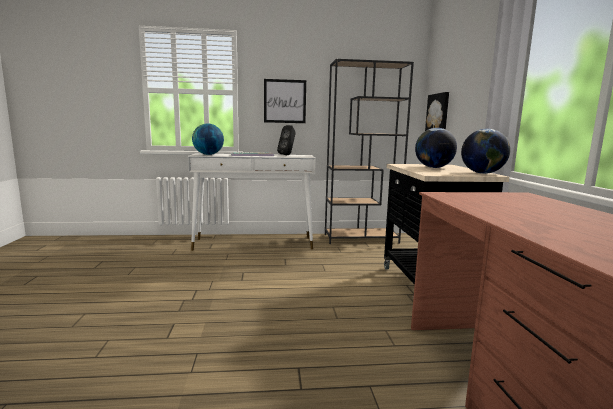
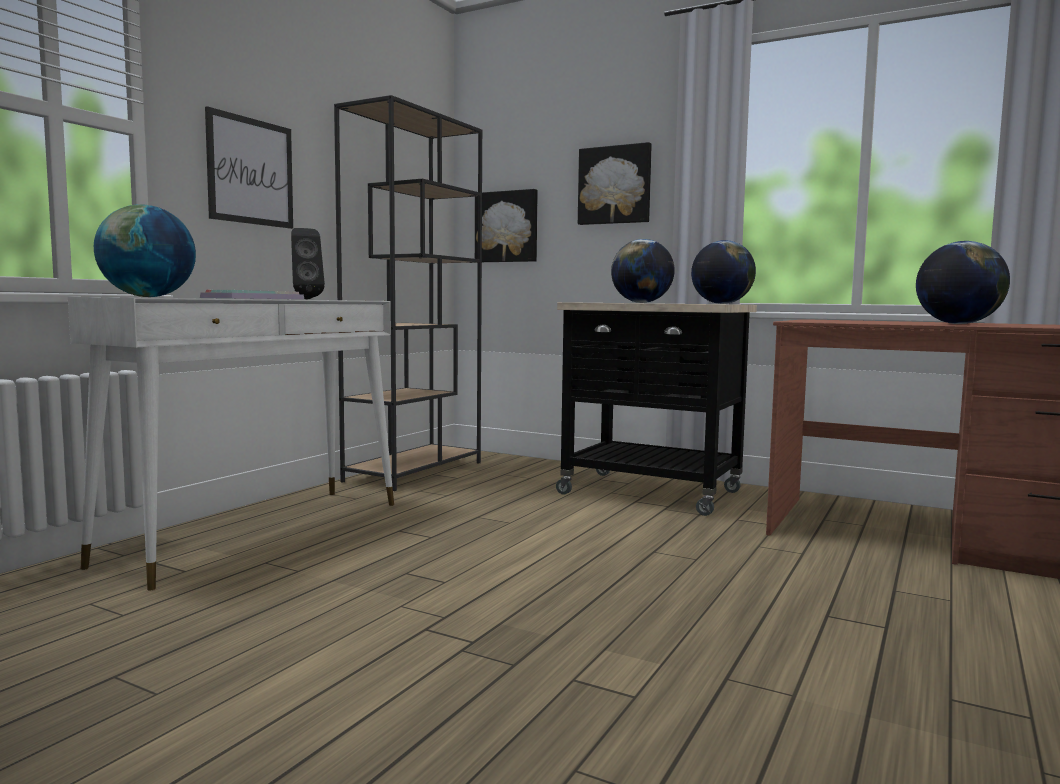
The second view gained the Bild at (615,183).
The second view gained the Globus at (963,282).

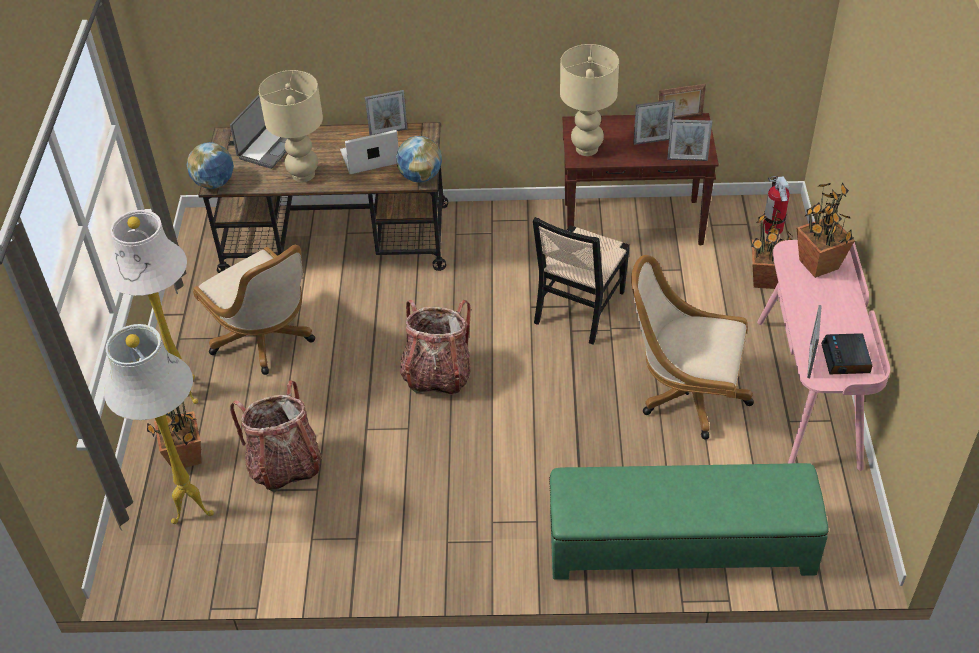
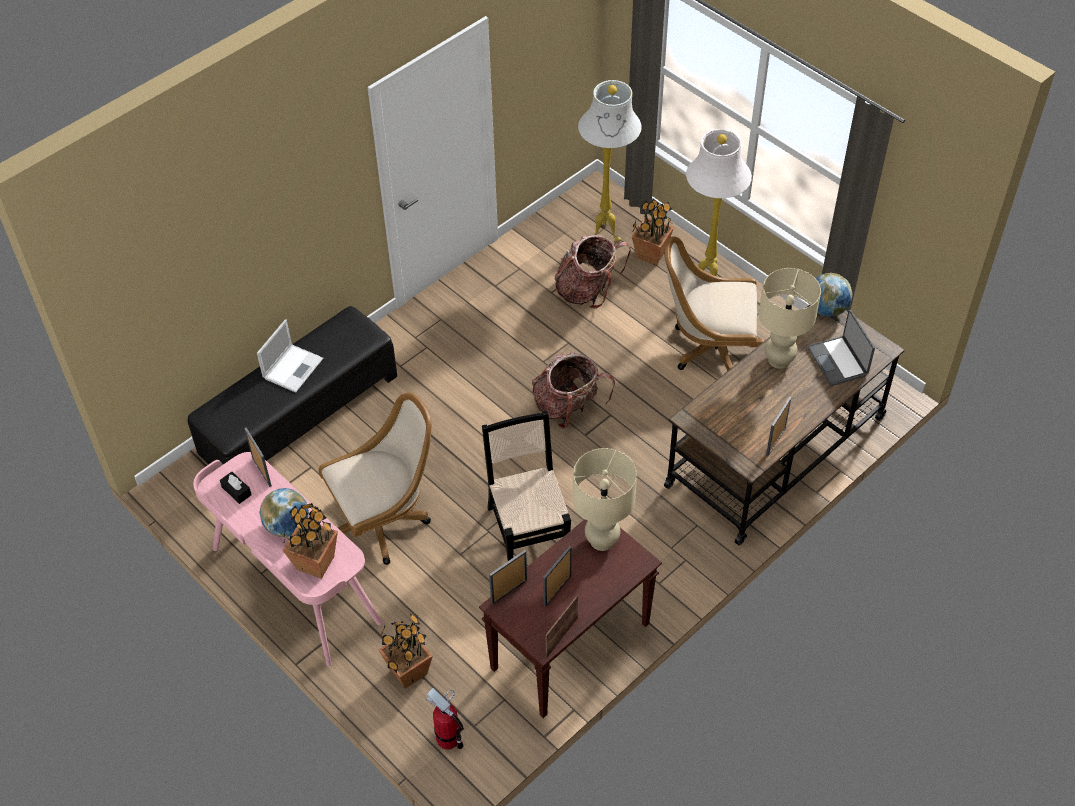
The Laptop ended up elsewhere, having gone from (369,152) to (290,356).
The Globus ended up elsewhere, having gone from (419,159) to (284,512).
Where the Wecker stood at (846,353), the Taschentuchbox [schwarz] came to stand at (236,488).
What was the Bank [grün] at (689,521) turned into the Bank [schwarz] at (292,385).

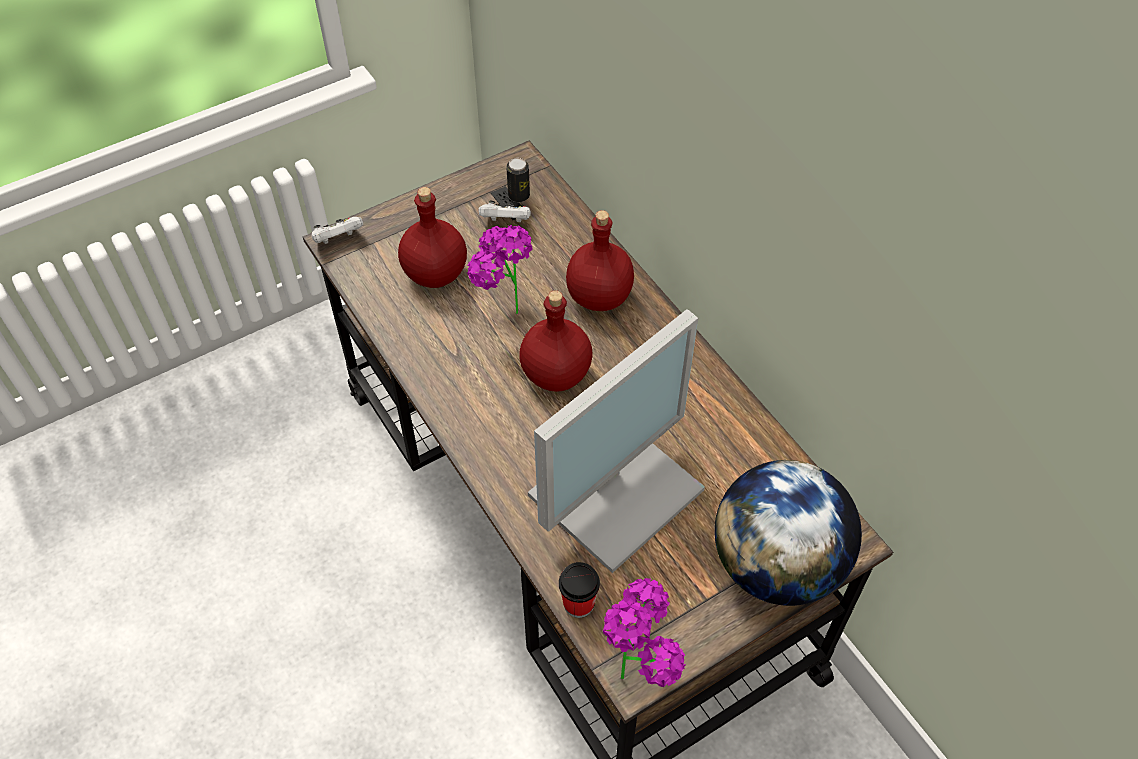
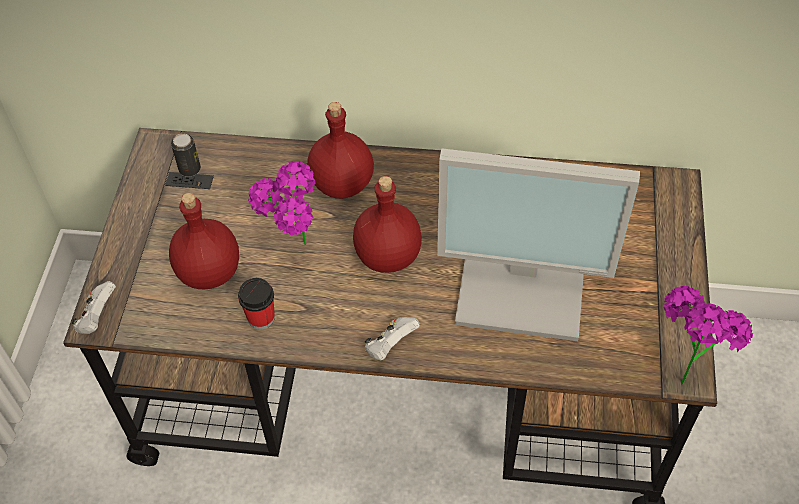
The second view lost the Globus at (788,533).
The Gamepad [weiß] ended up elsewhere, having gone from (504,211) to (392,338).
The Tasse ended up elsewhere, having gone from (579,590) to (256,303).
The Monitor at (616,441) ended up facing another way, 105 degrees clockwise from before.

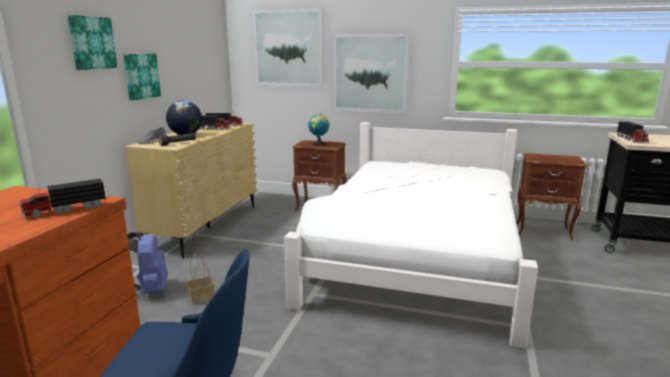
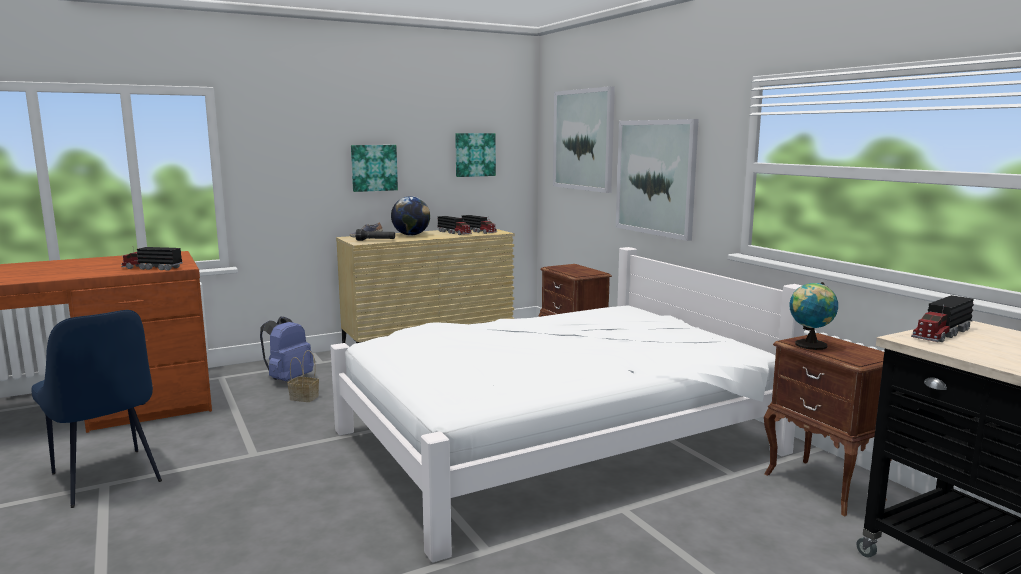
The Bild ended up elsewhere, having gone from (92,42) to (475,155).
The Globus ended up elsewhere, having gone from (318,130) to (813,316).

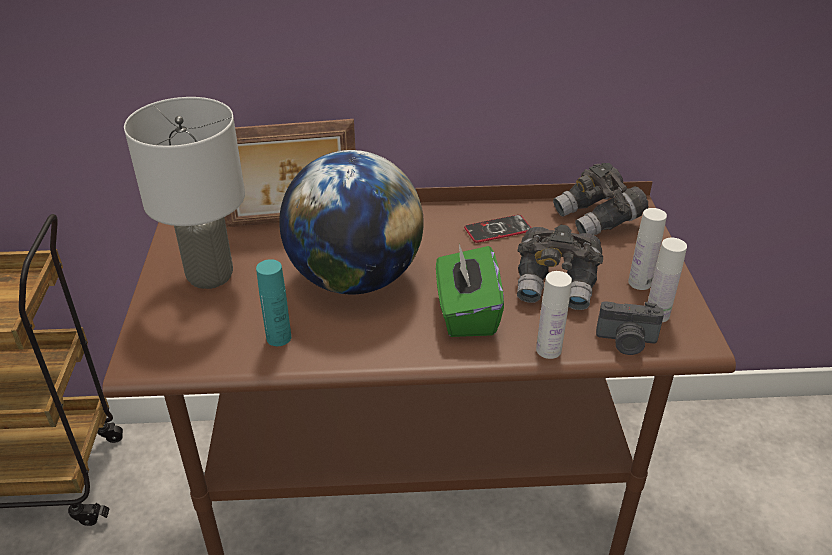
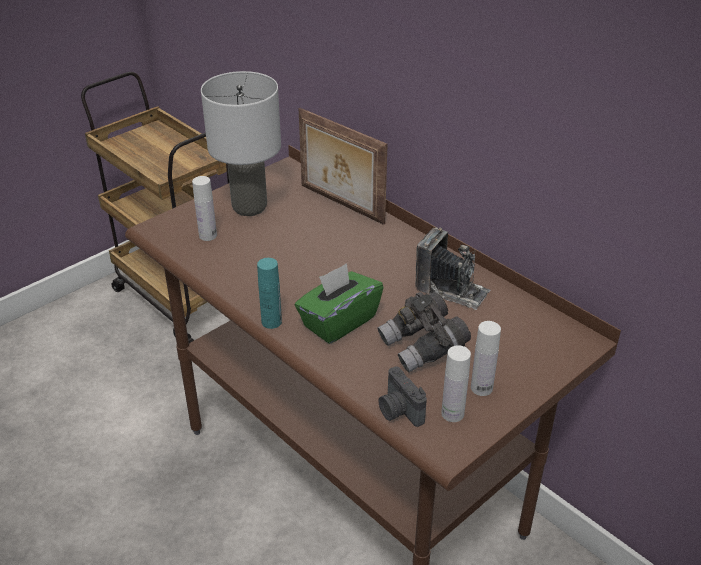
The second view lost the Globus at (351,222).
The second view lost the Fernglas [grau] at (600,199).
The Flasche [türkis] ended up elsewhere, having gone from (273,302) to (269,293).
The Flasche [weiß] ended up elsewhere, having gone from (554,315) to (204,208).
Where the Handy stood at (497,229), the Kamera came to stand at (453,268).

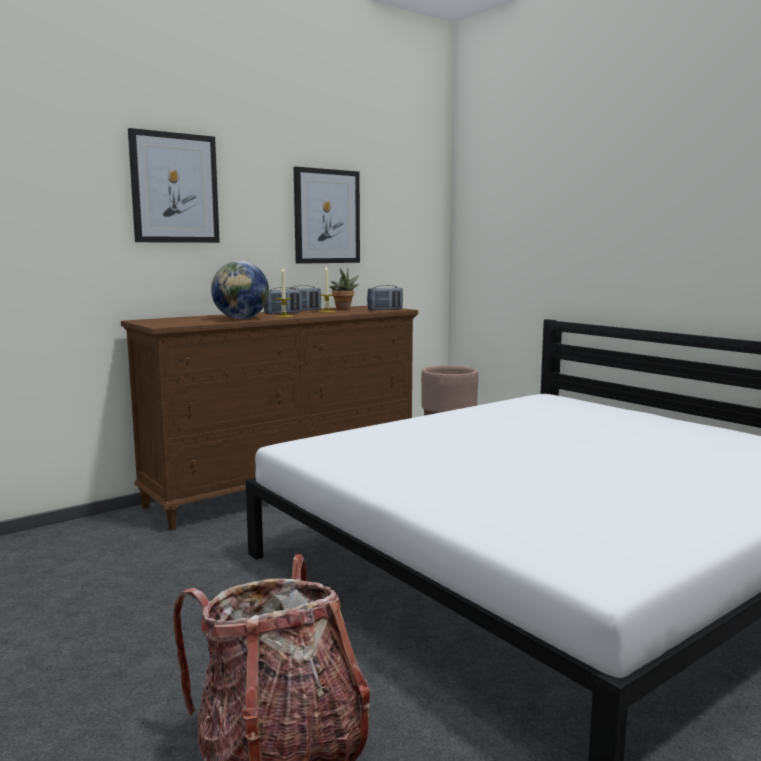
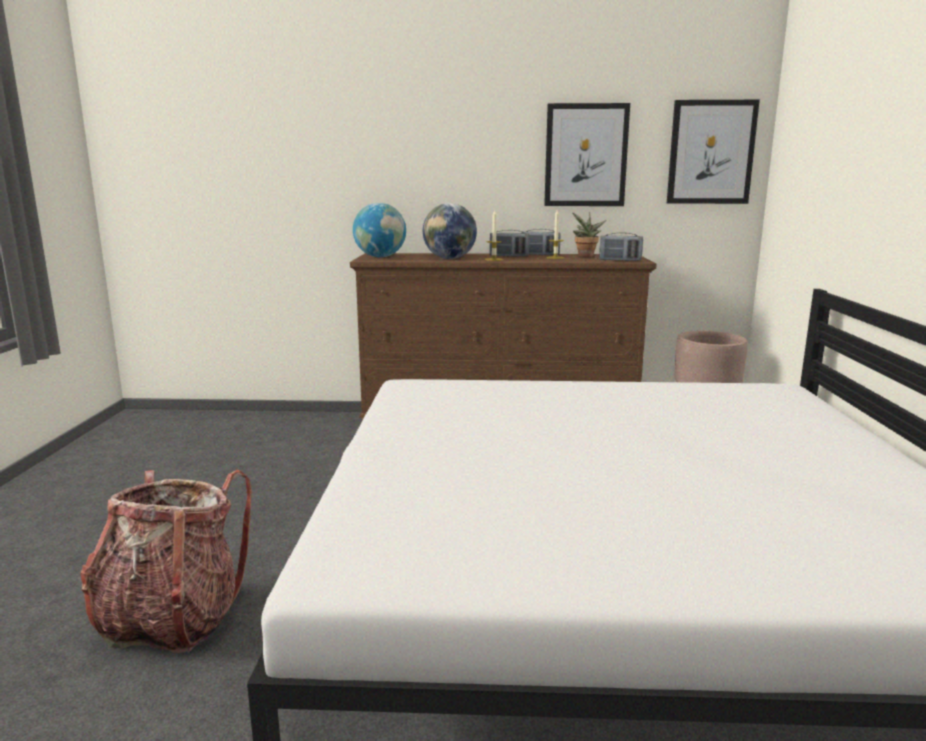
The second view gained the Globus at (379,230).
The Bild ended up elsewhere, having gone from (174,185) to (713,152).

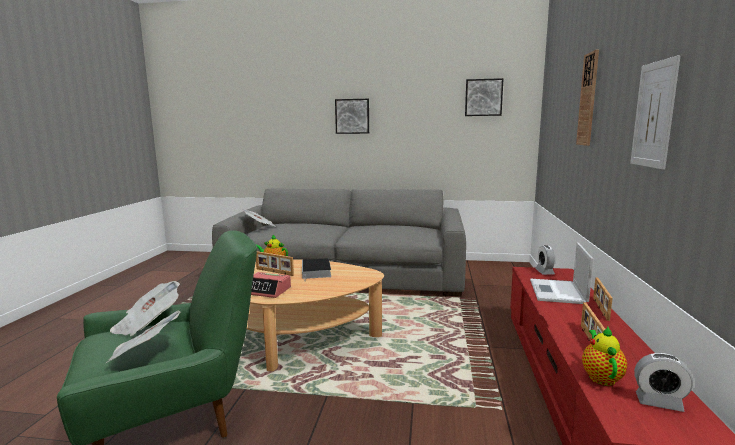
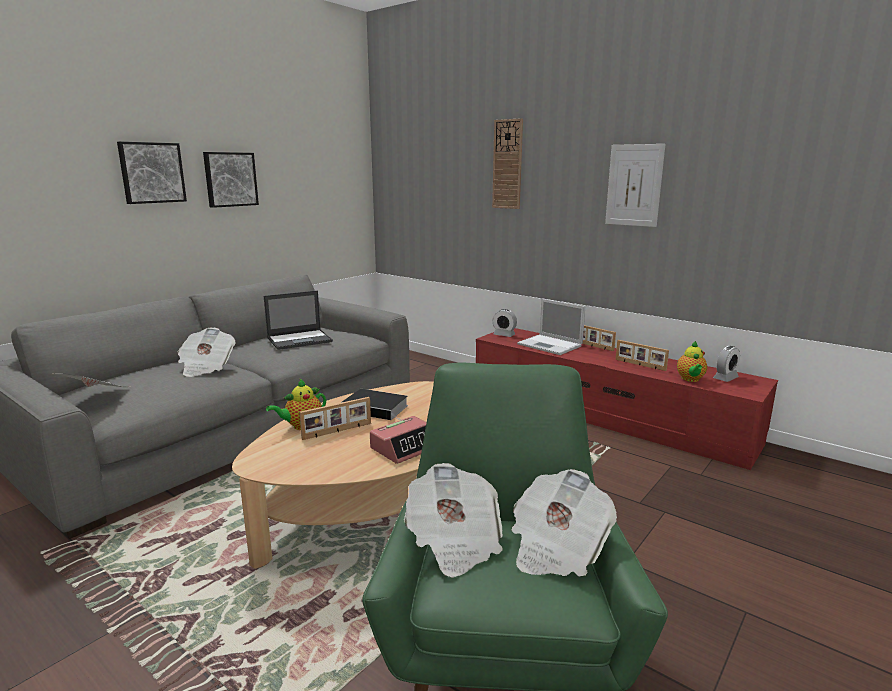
The second view gained the Zeitung at (206,352).
The second view gained the Laptop at (298,320).
The Bild ended up elsewhere, having gone from (484,97) to (231,180).
The Teekanne at (604,356) ended up facing another way, 120 degrees counterclockwise from before.

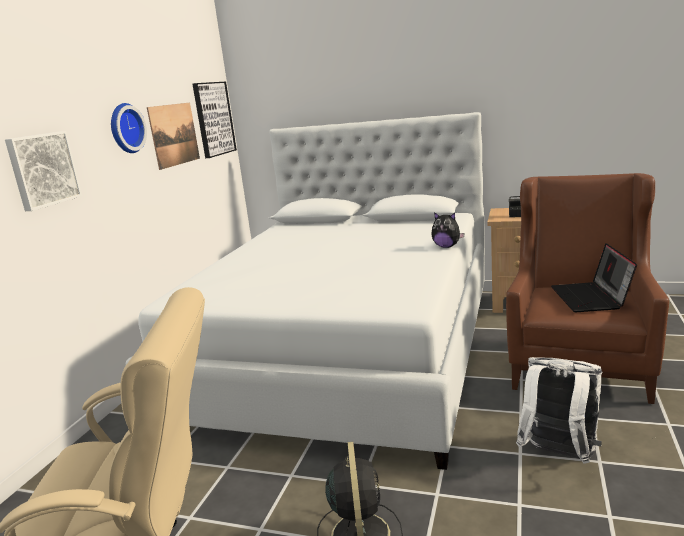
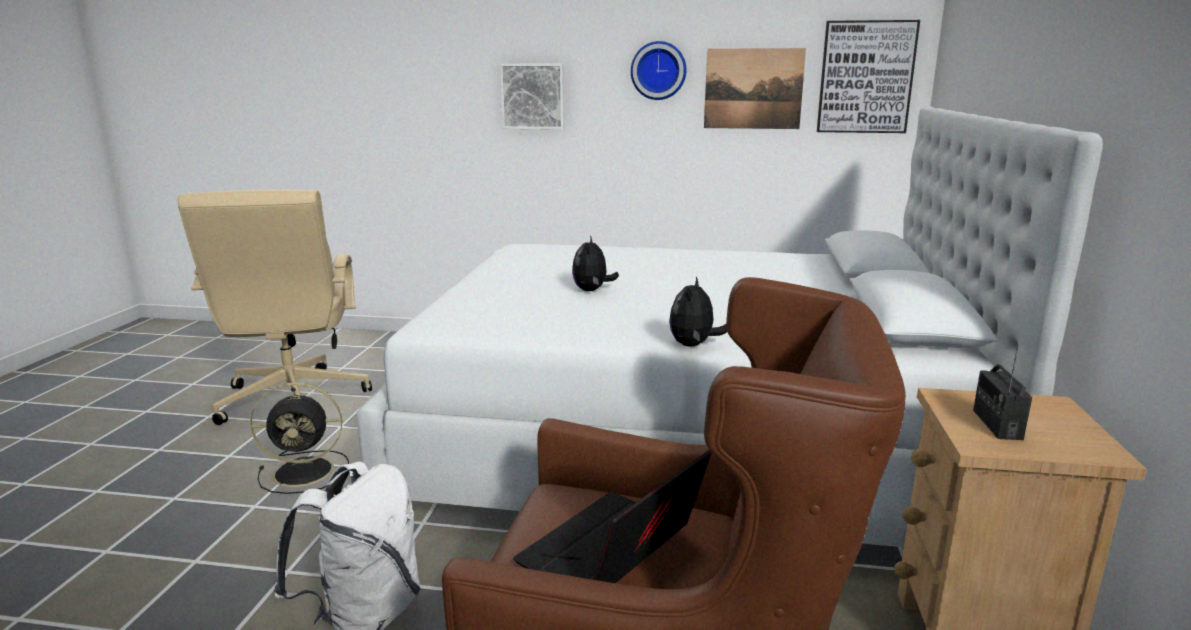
The second view gained the Plüschtier at (595,263).
The Laptop at (594,277) ended up facing another way, 45 degrees counterclockwise from before.

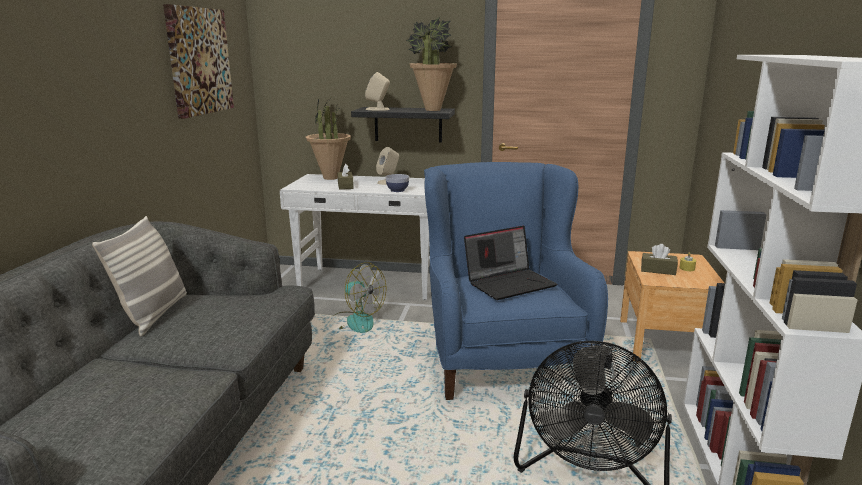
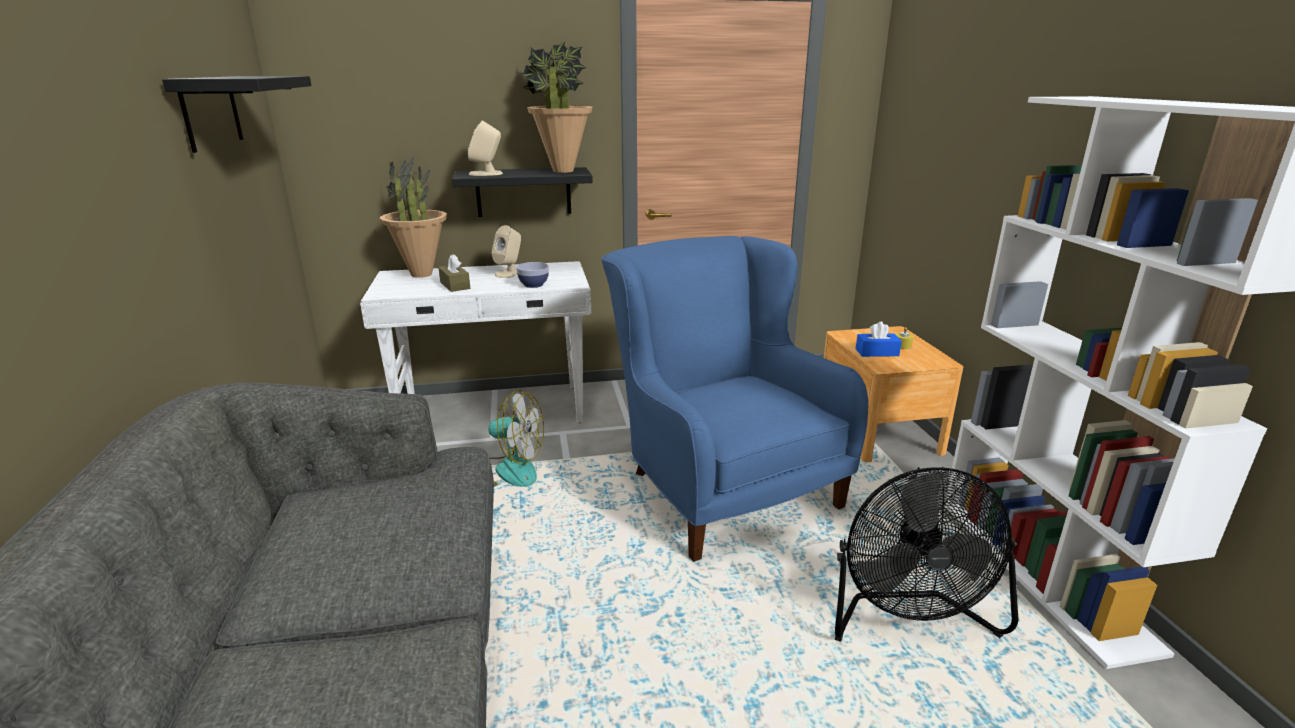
The second view lost the Kissen at (139,276).
The second view lost the Laptop at (510,263).
Where the Bild hung at (198,61), the Wandregal [schwarz] came to hang at (237,114).
What was the Taschentuchbox [braun] at (659,259) turned into the Taschentuchbox [blau] at (879,339).

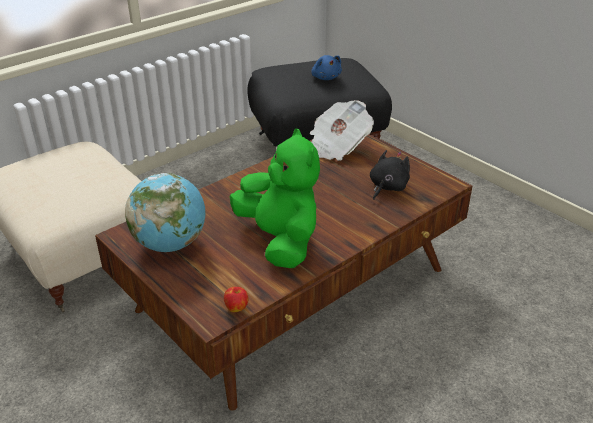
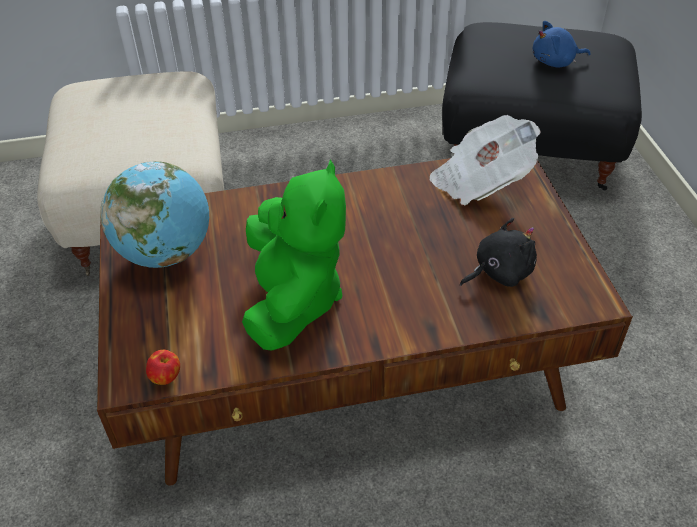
The Plüschtier [blau] at (326,67) ended up facing another way, 75 degrees clockwise from before.

